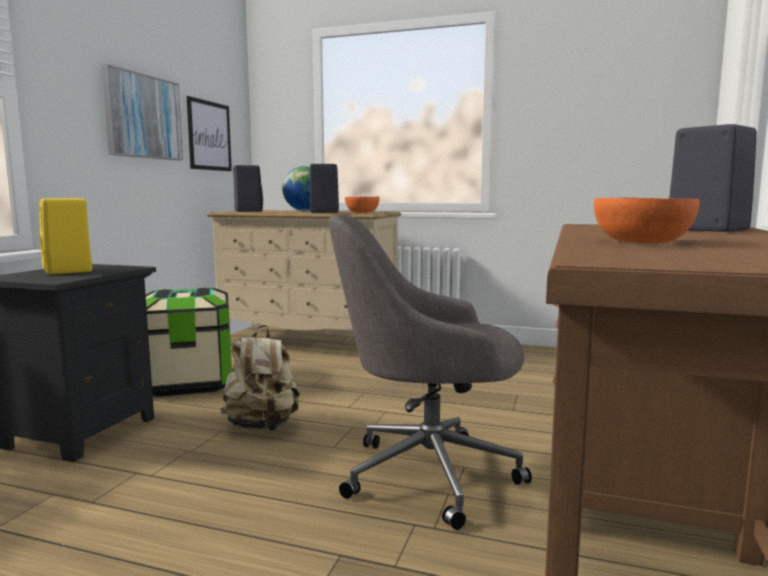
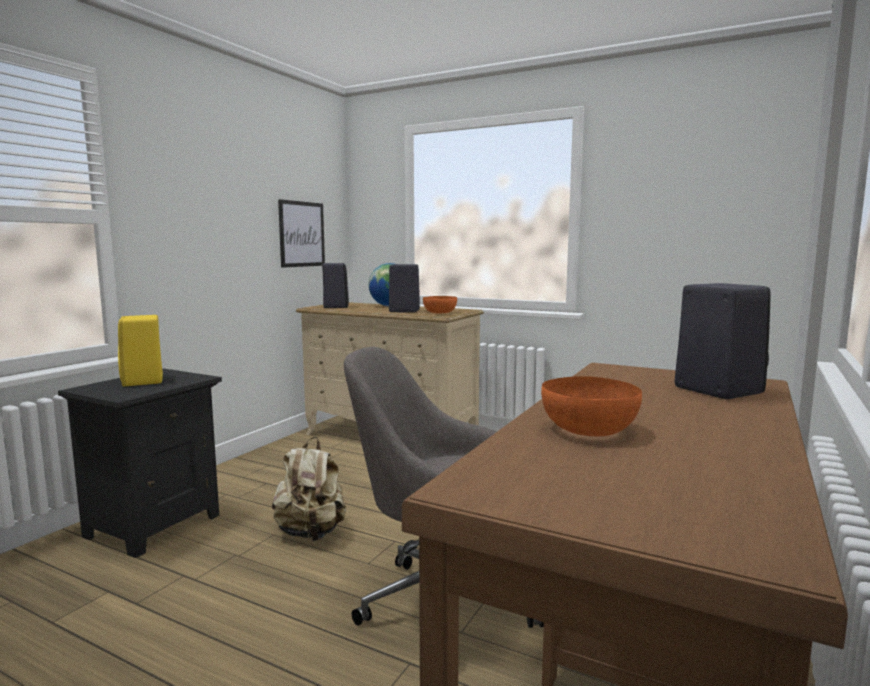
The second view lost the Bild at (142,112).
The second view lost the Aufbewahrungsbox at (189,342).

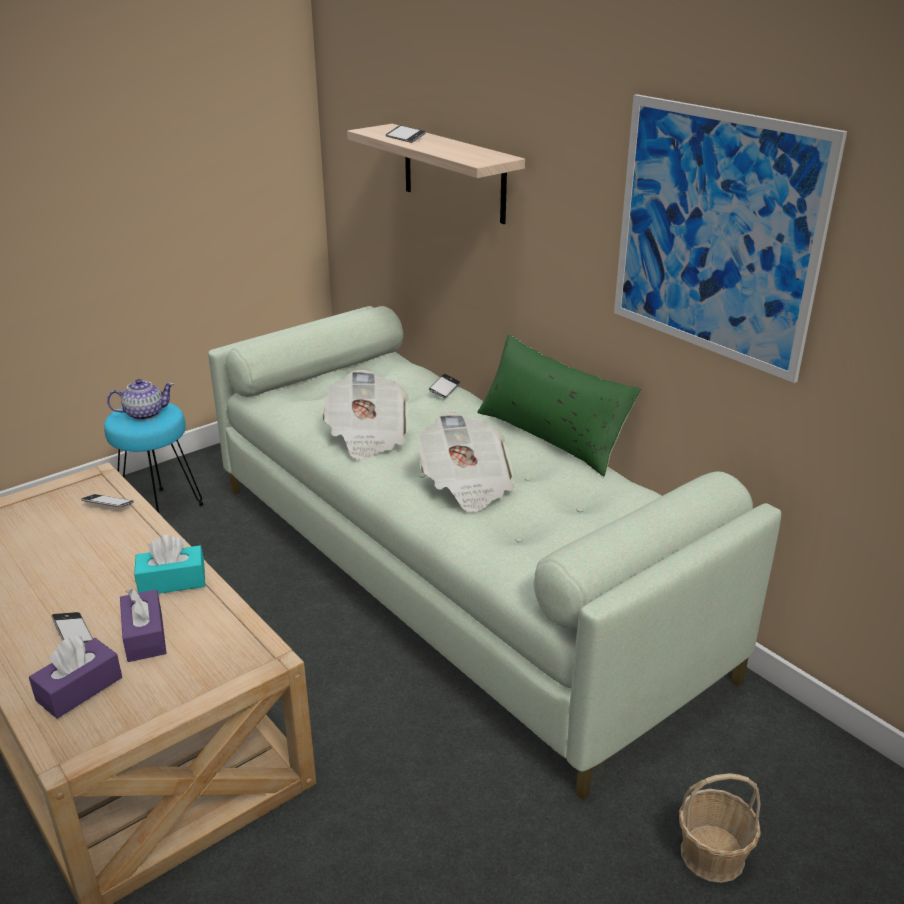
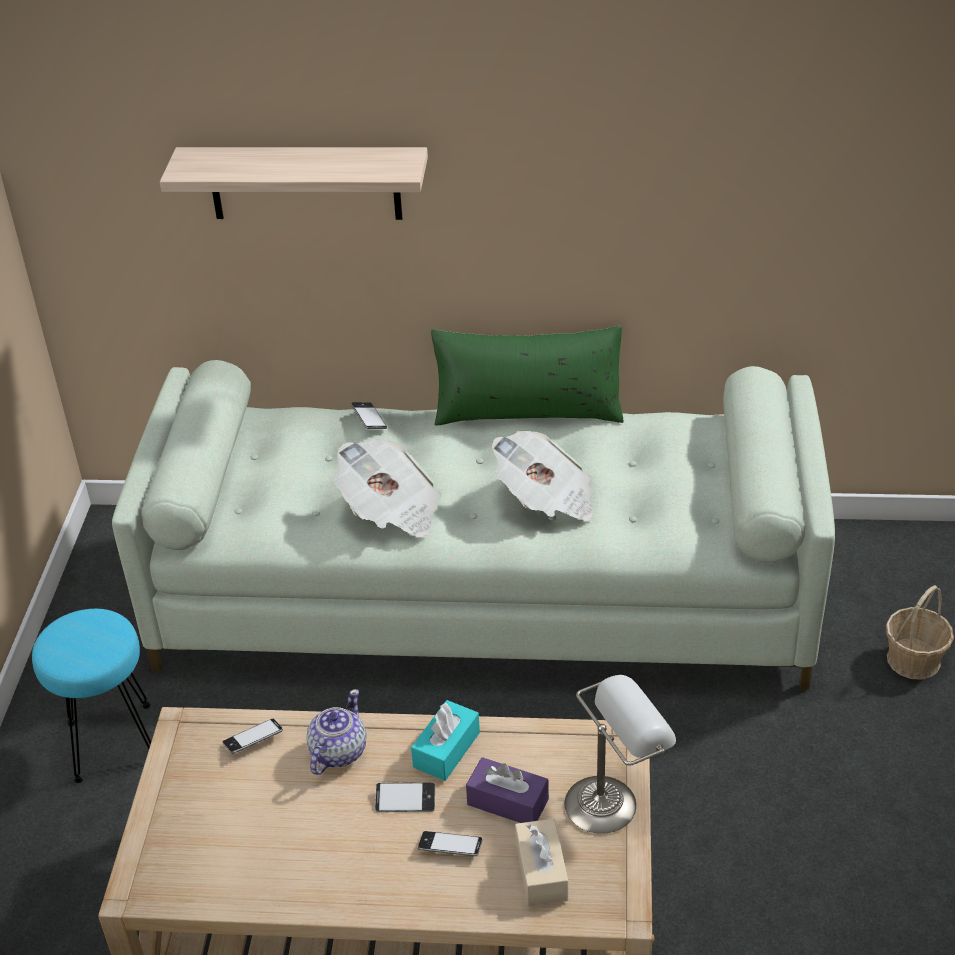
The second view lost the Bild at (730,238).
The second view gained the Tischlampe [weiß] at (620,754).
The Teekanne ended up elsewhere, having gone from (140,399) to (336,732).
The Handy ended up elsewhere, having gone from (406,134) to (405,797).
What was the Taschentuchbox [lila] at (75,677) turned into the Taschentuchbox [beige] at (541,862).

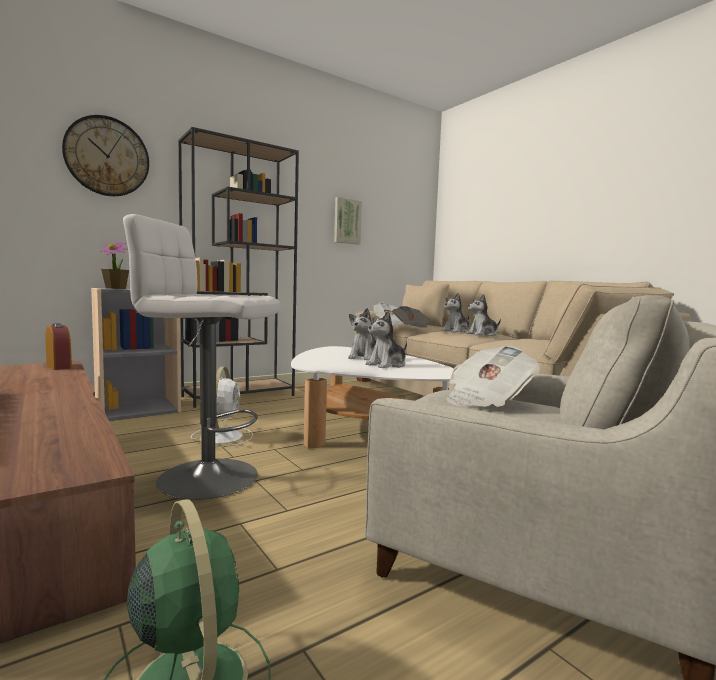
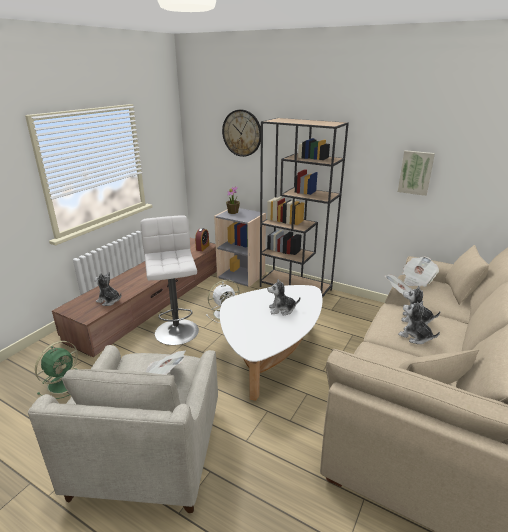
The Plüschtier ended up elsewhere, having gone from (386,339) to (107,289).

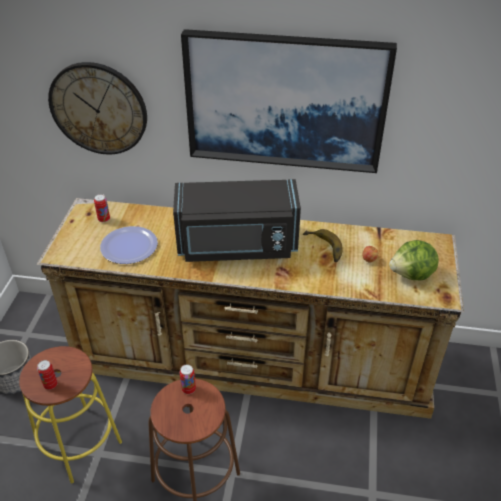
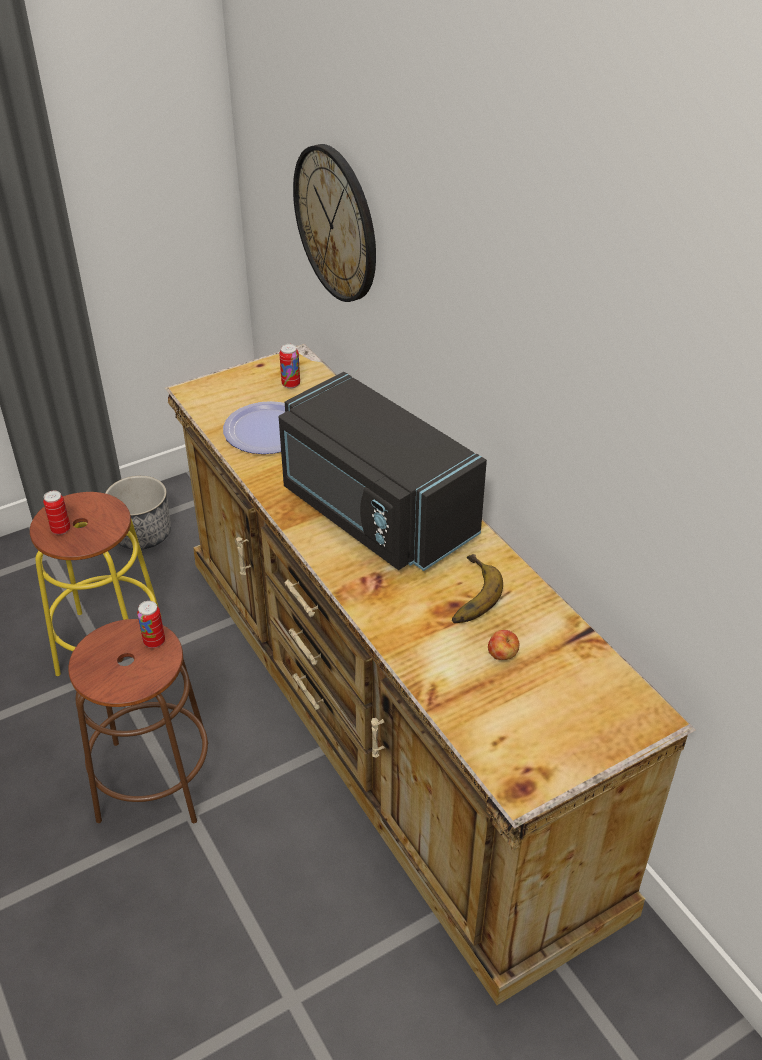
The second view lost the Bild at (289,101).
The second view lost the Salatkopf at (414,260).

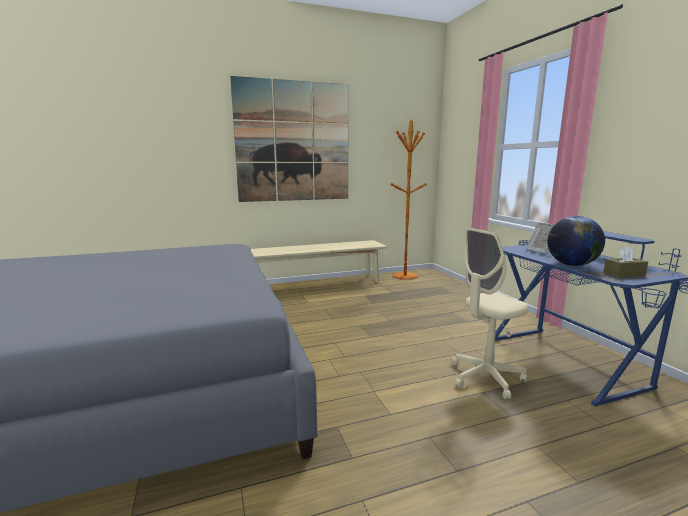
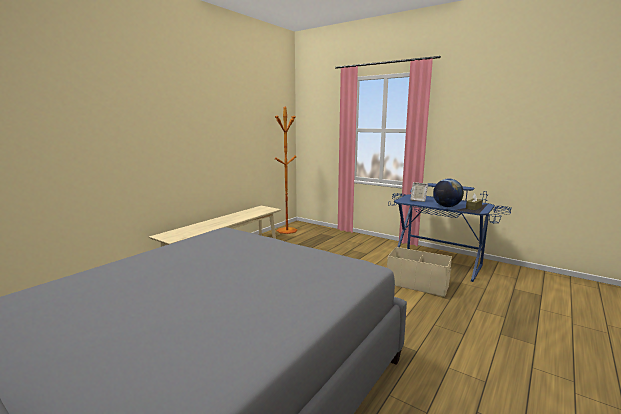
The second view lost the Bild at (289,139).
Where the Bürostuhl [beige] stood at (489,313), the Aufbewahrungsbox [beige] came to stand at (419,272).

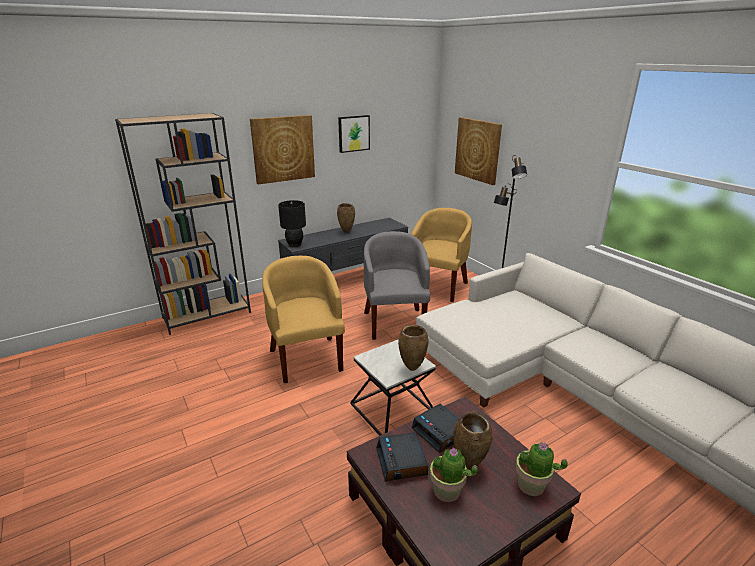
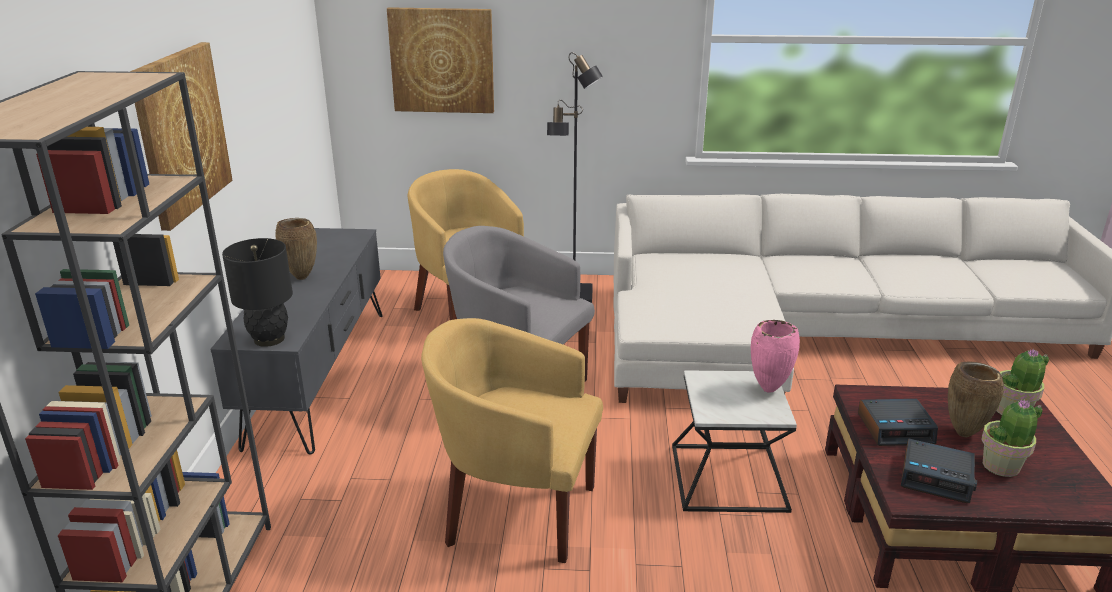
The second view lost the Bild at (354,134).
What was the Vase [braun] at (413,348) turned into the Vase [rosa] at (775,356).

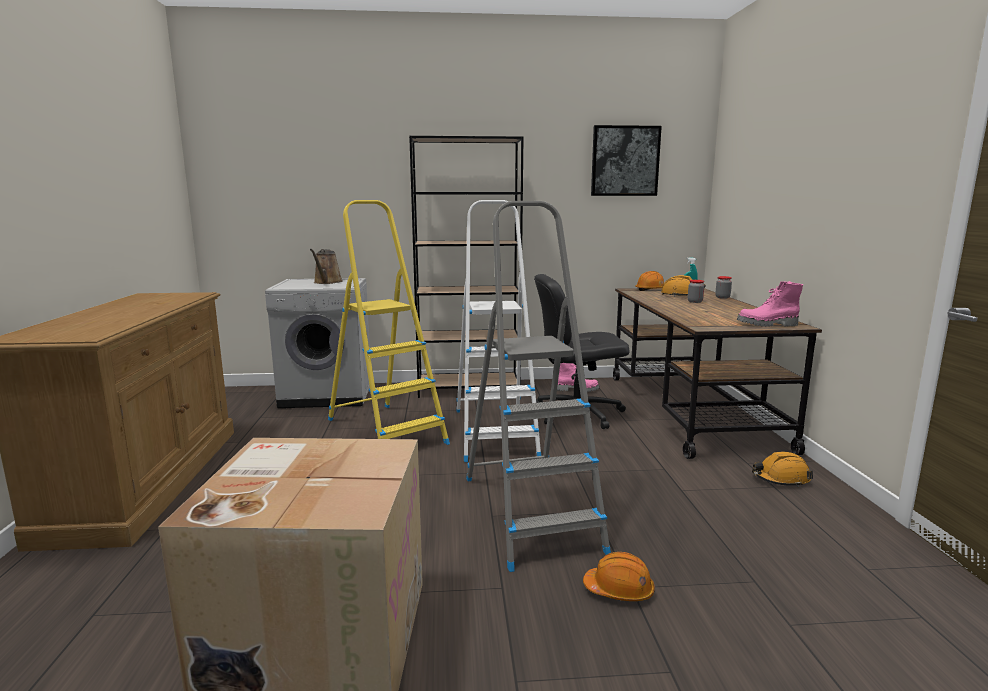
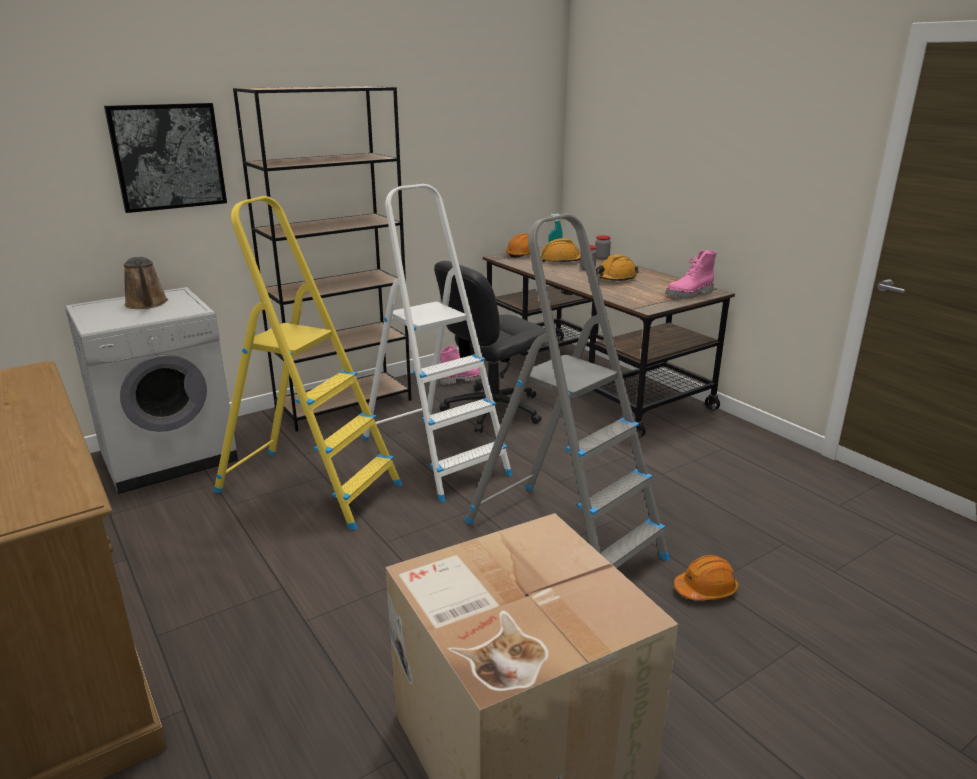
The Bild ended up elsewhere, having gone from (626,160) to (165,158).
The Schutzhelm [orange] ended up elsewhere, having gone from (782,469) to (617,267).

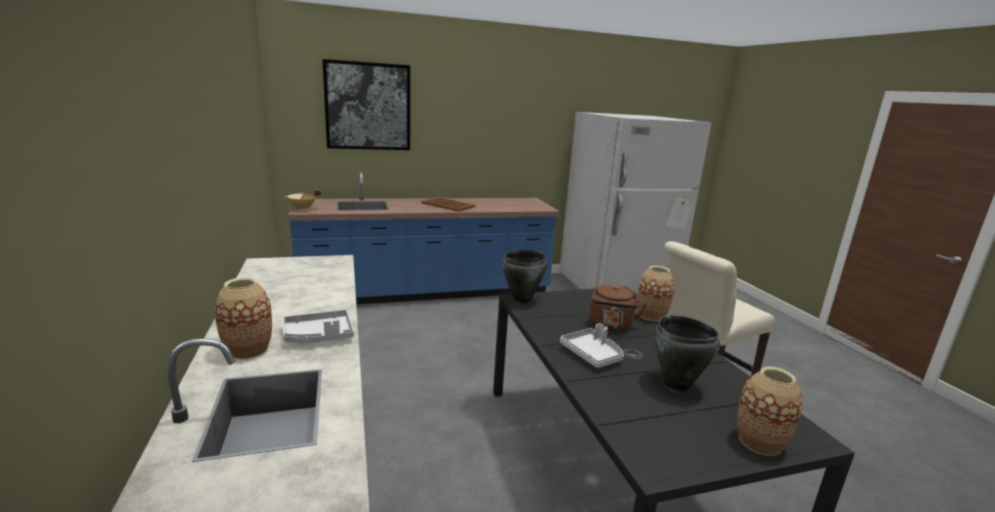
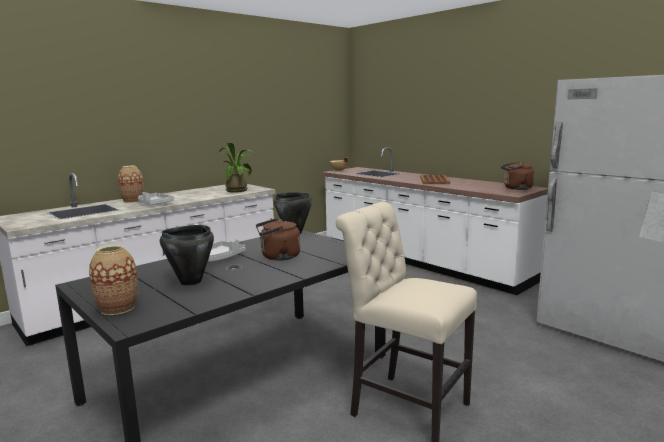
The second view lost the Bild at (366,104).
The second view lost the Vase at (656,294).
The second view gained the Topfpflanze at (236,168).
The second view gained the Wasserkessel [braun] at (517,176).
What was the Küchenzeile [blau] at (424,237) turned into the Küchenzeile [weiß] at (435,221).

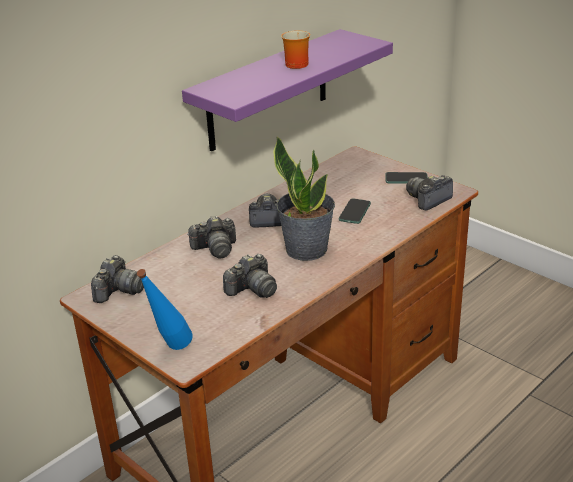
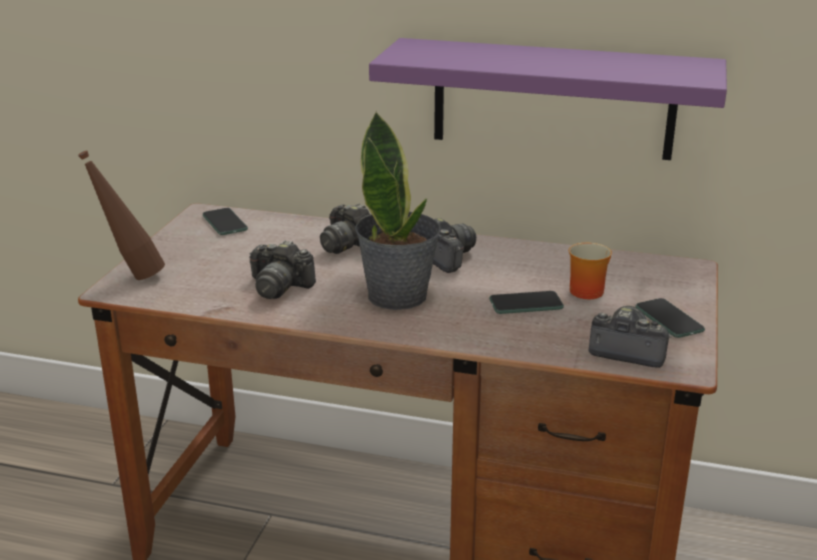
The Henkelbecher ended up elsewhere, having gone from (295,50) to (590,271).
Where the Kamera stood at (117,279), the Handy came to stand at (225,221).
What was the Flasche [blau] at (165,309) turned into the Flasche [braun] at (121,215).

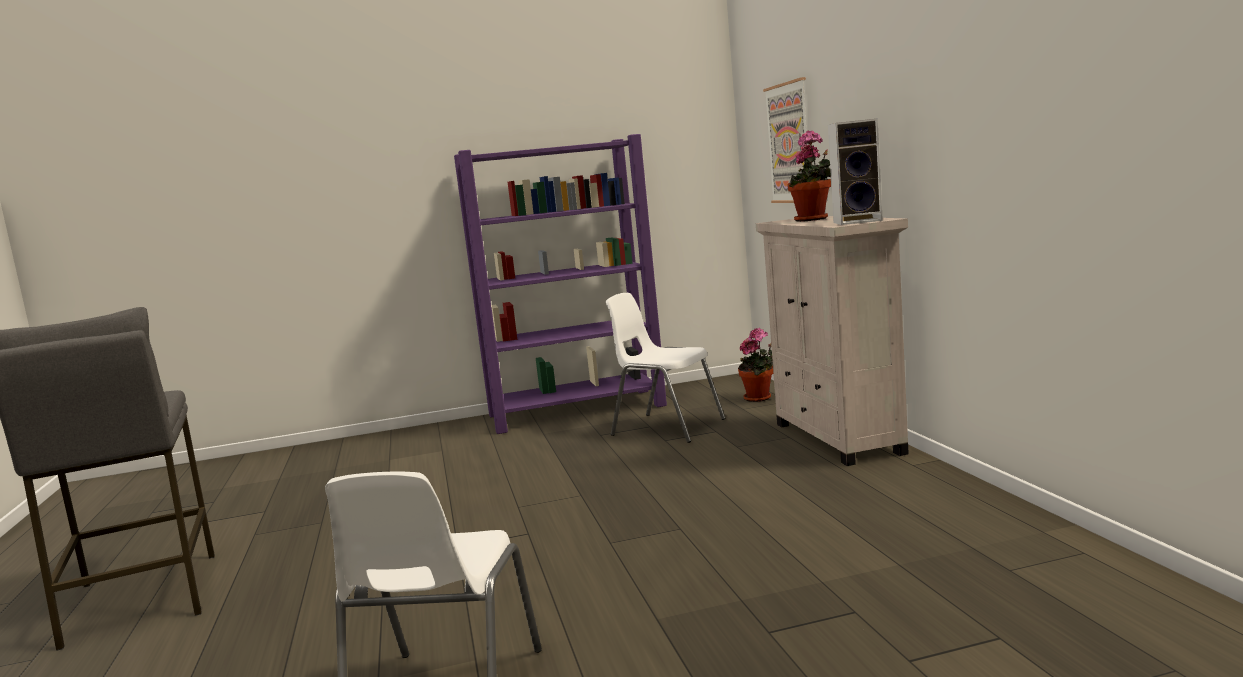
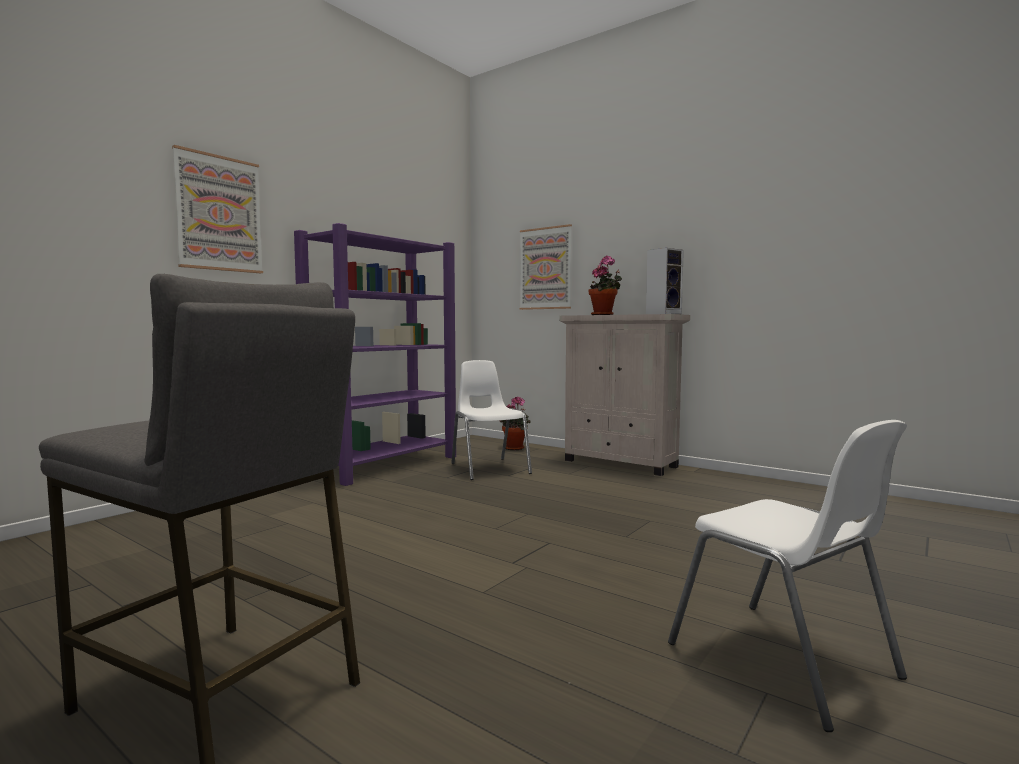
The second view gained the Bild at (217,209).
The Stuhl [weiß] at (665,368) ended up facing another way, 75 degrees clockwise from before.

